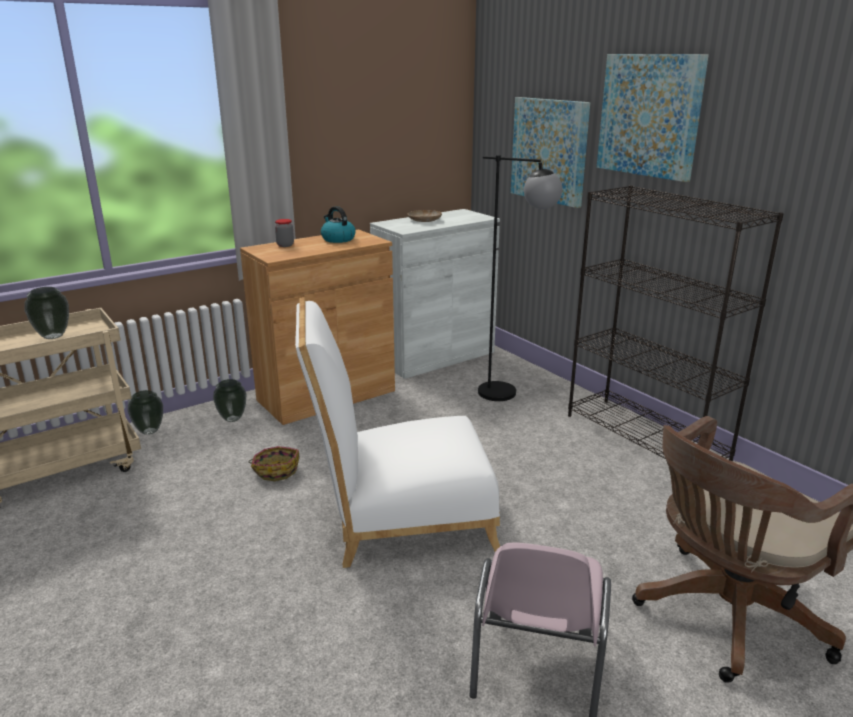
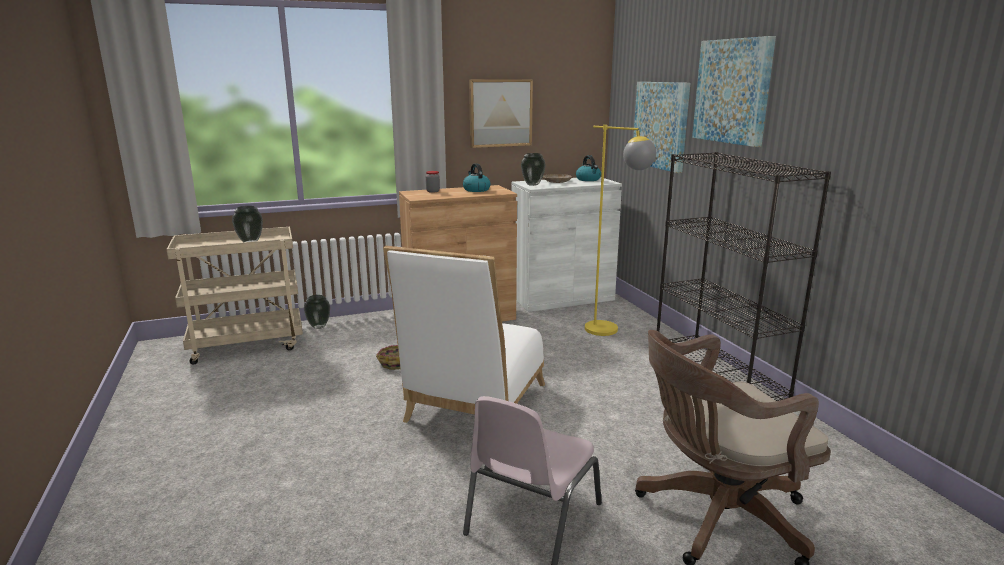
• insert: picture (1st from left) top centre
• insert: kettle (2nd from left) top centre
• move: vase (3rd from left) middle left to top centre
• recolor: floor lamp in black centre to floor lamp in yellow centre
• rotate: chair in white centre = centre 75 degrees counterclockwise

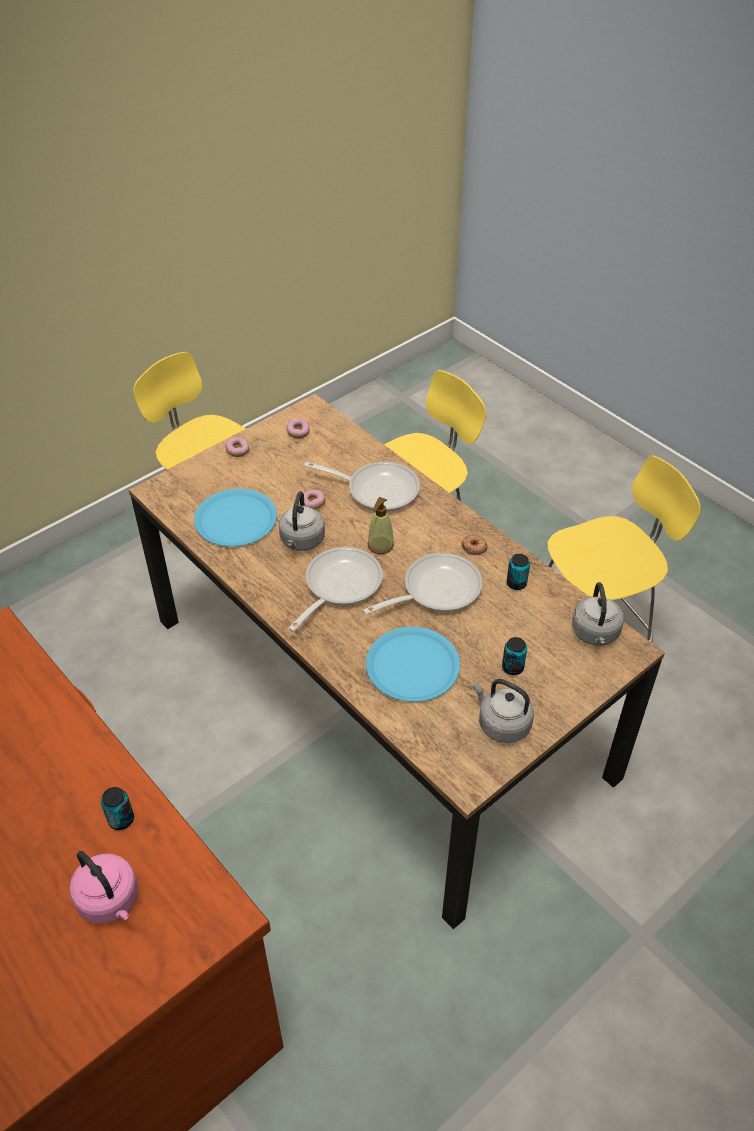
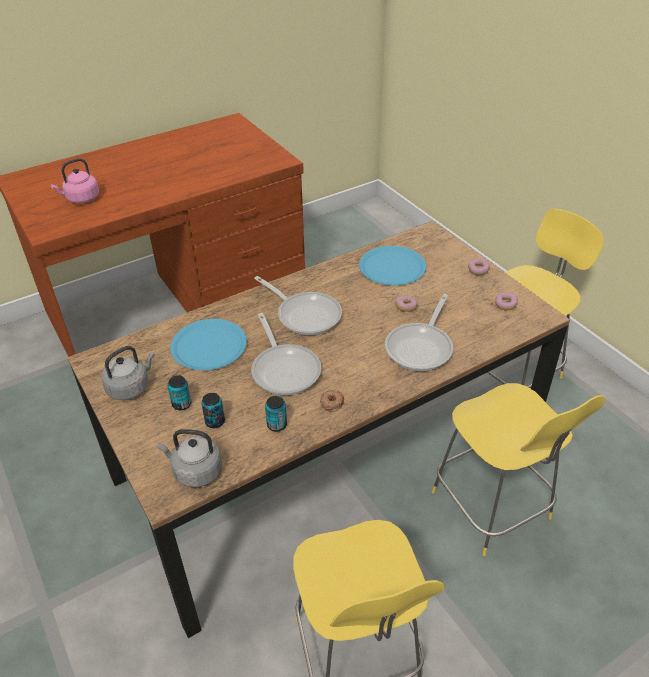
• delete: kettle in grey (1st from left) centre
• delete: soap dispenser centre
• move: can (1st from left in the first image) bottom left to can (2nd from left) middle left

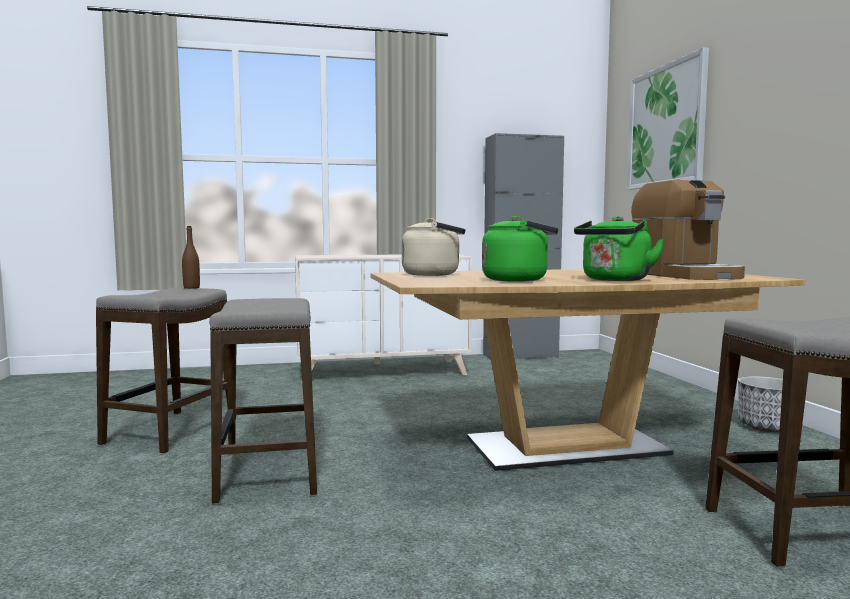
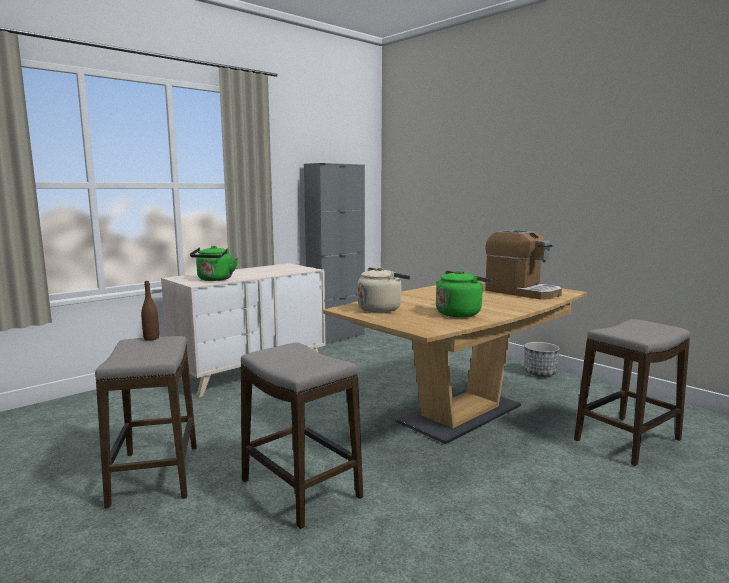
• delete: picture top right
• move: kettle in green (2nd from left in the first image) middle right to kettle in green (1st from left) middle left

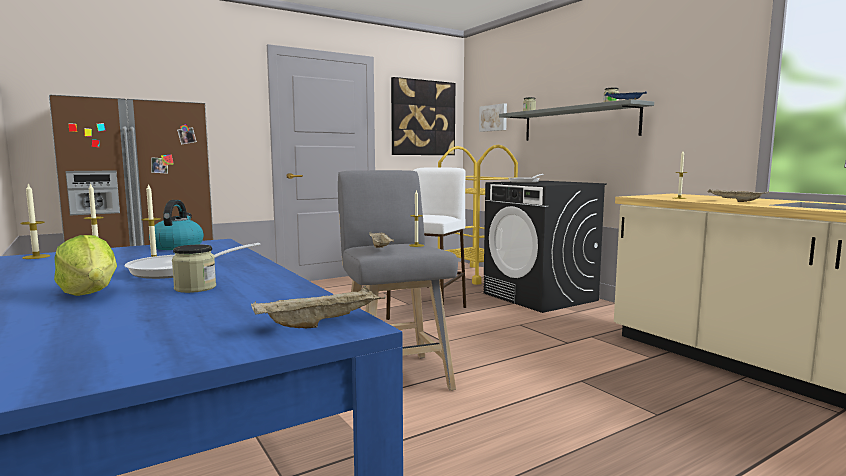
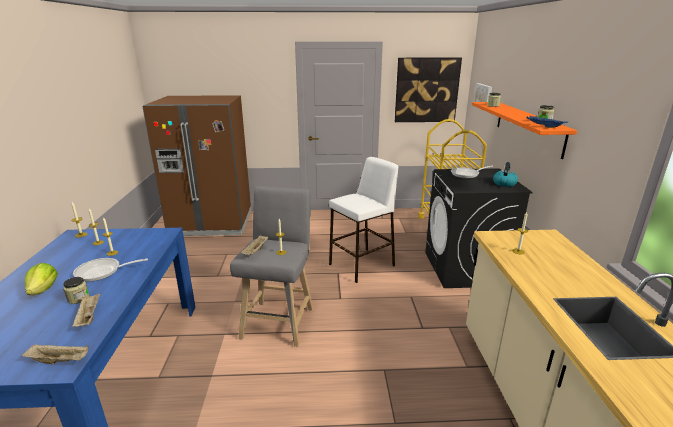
• move: kettle middle left to middle right
• move: tray in beige (3rd from left in the first image) middle right to tray in beige (2nd from left) bottom left
• recolor: shelf in grey top right to shelf in orange top right

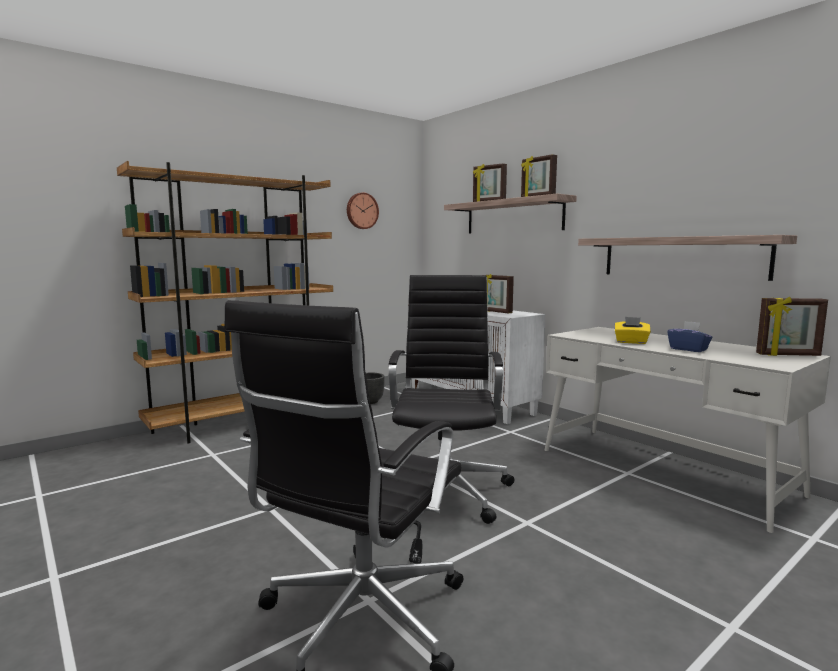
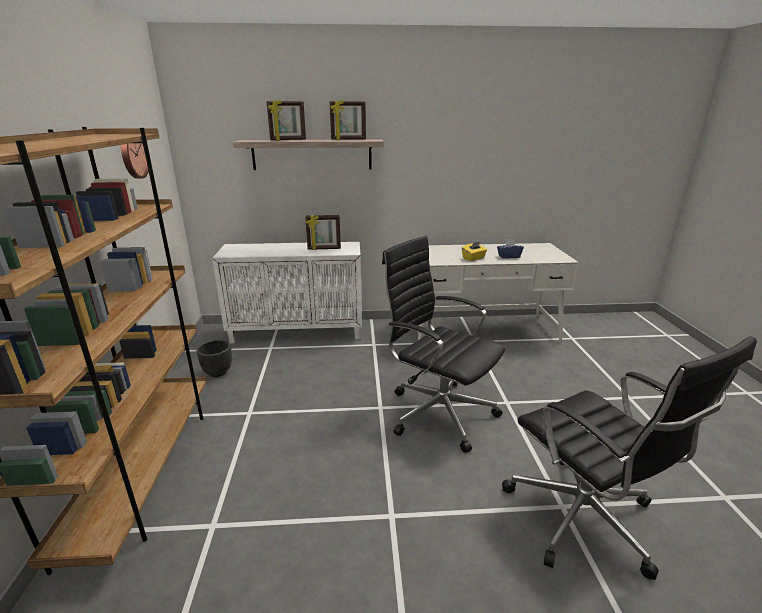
• delete: shelf (2nd from left) middle right
• delete: picture frame (4th from left) middle right

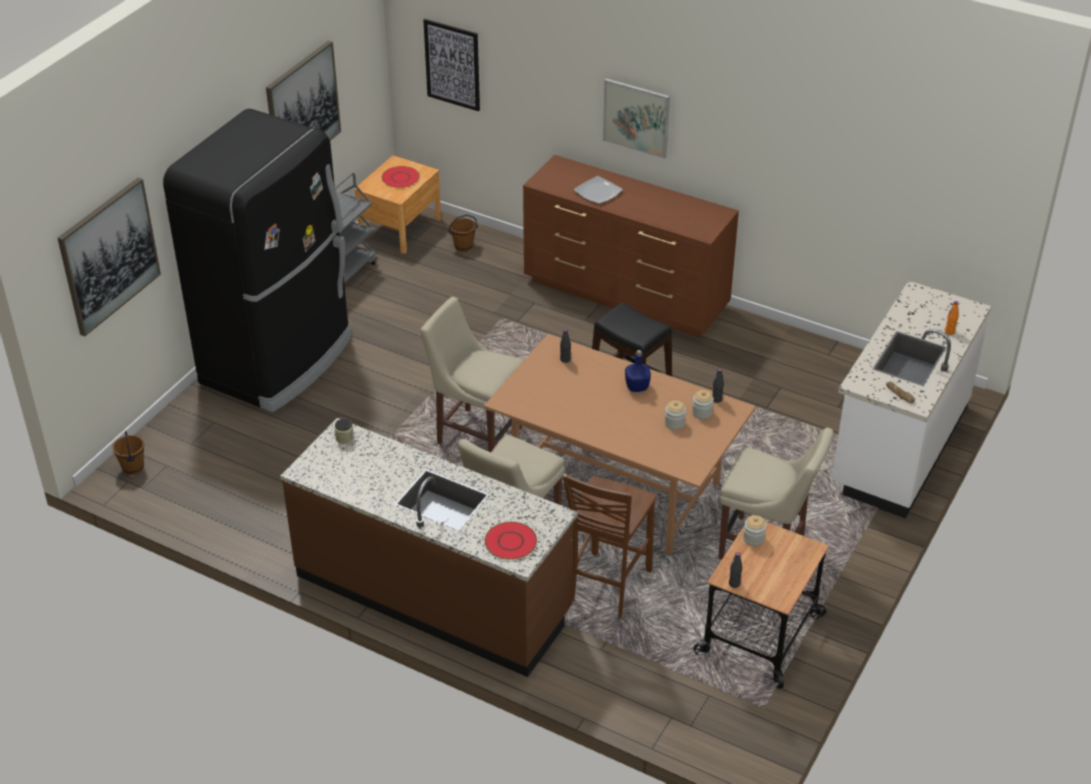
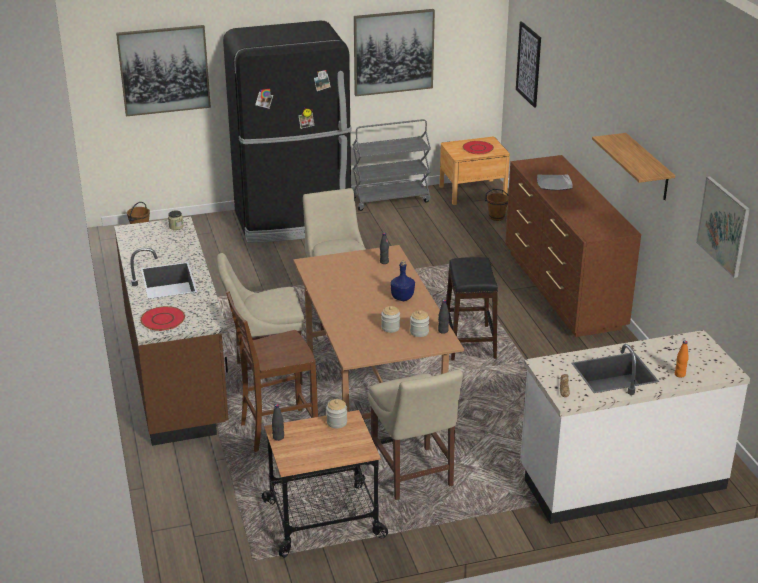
• insert: shelf top right
• move: picture (4th from left) top centre to middle right

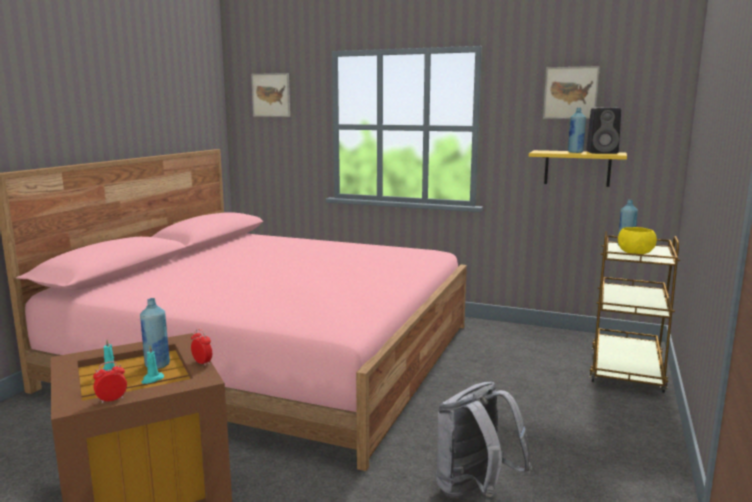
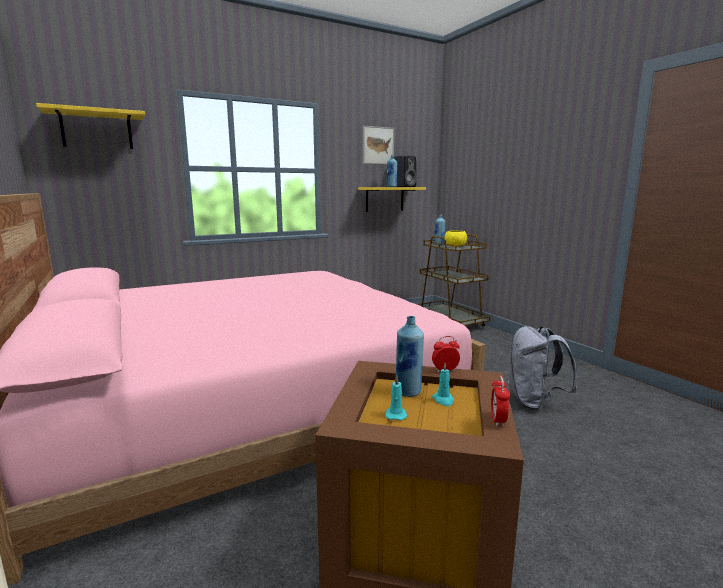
• replace: picture (1st from left) top centre to shelf in yellow (1st from left) top left

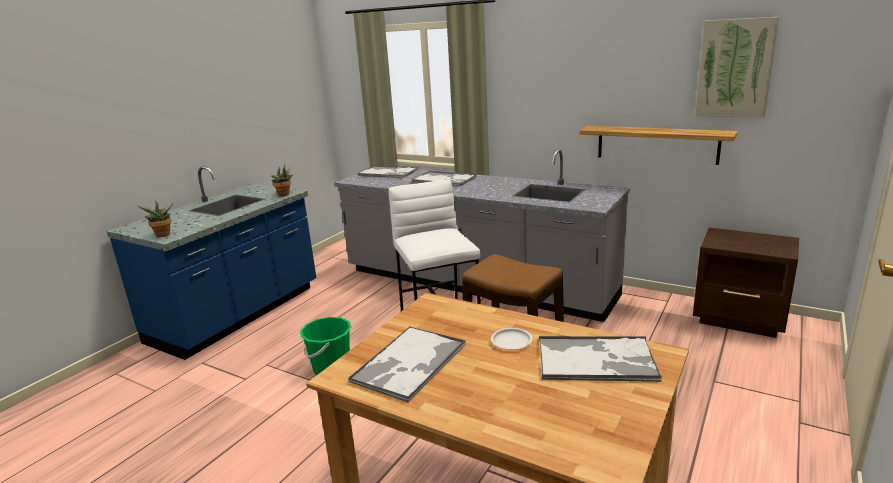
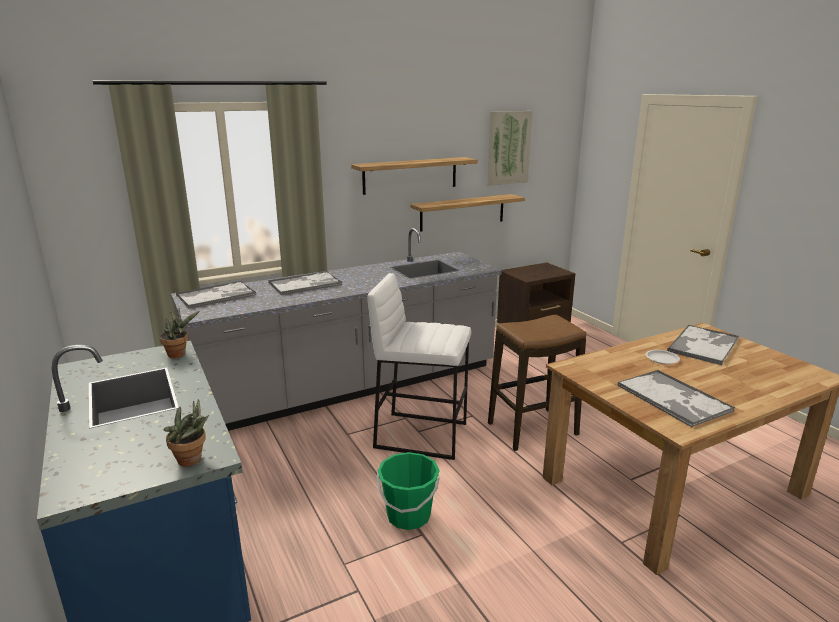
• insert: shelf (1st from left) top centre

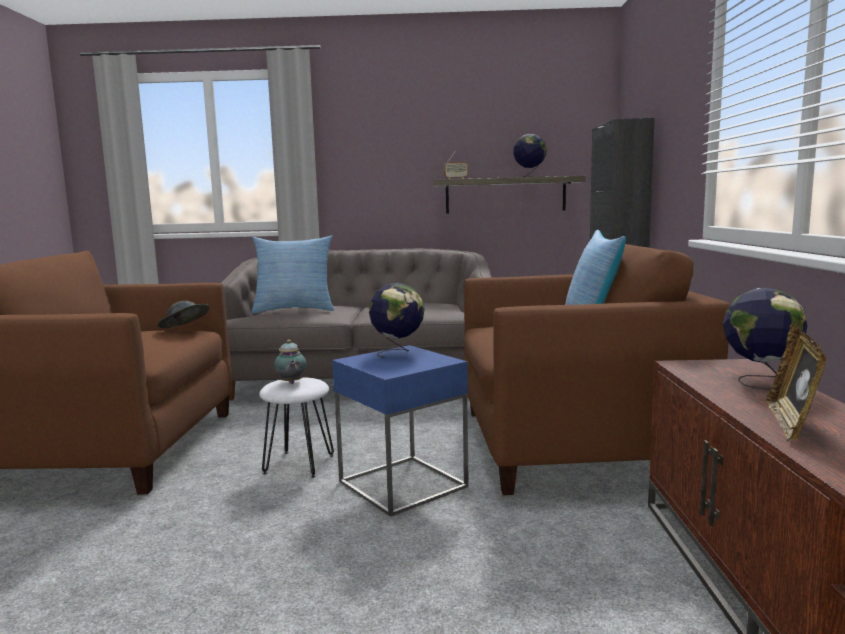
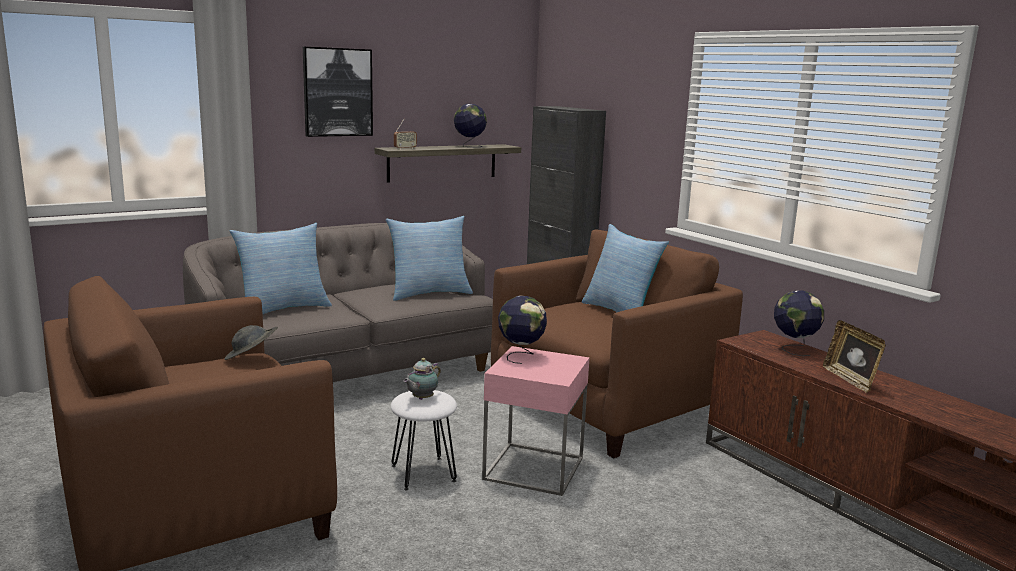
• insert: picture top left
• insert: pillow (2nd from left) centre
• recolor: side table in blue bottom centre to side table in pink bottom centre
• rotate: teapot centre = centre 90 degrees clockwise

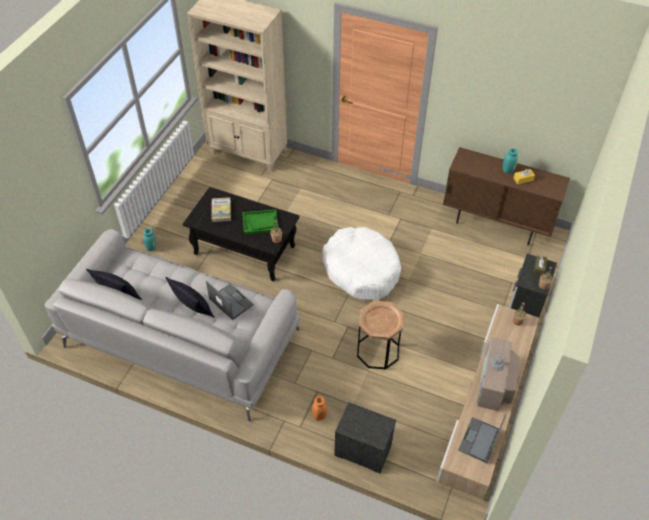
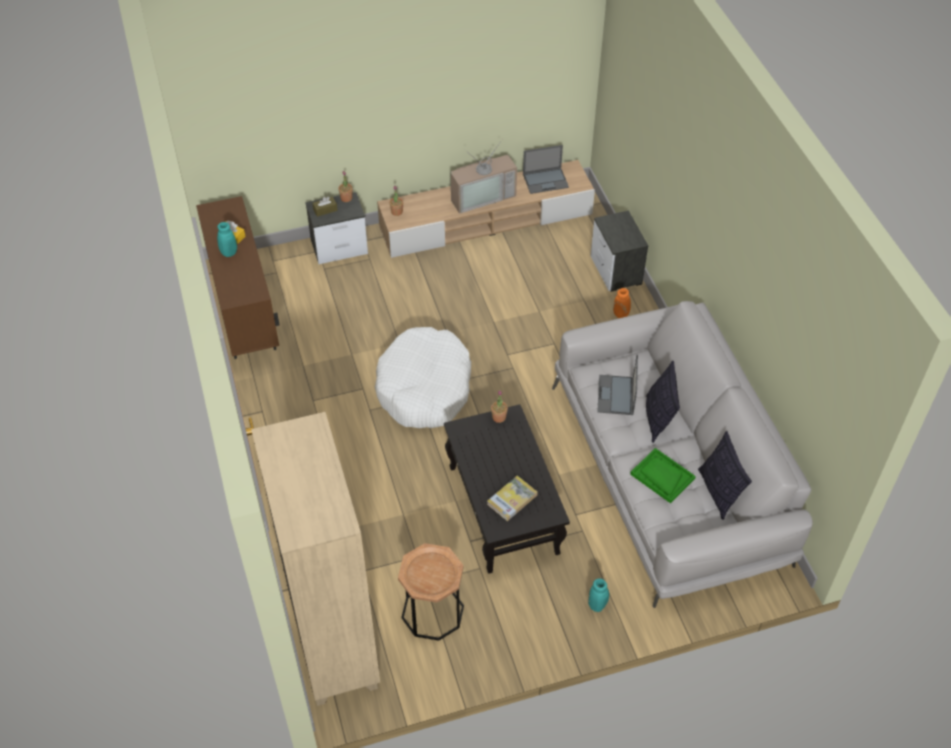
• move: tray in green centre to middle right
• move: side table in brown centre to bottom centre

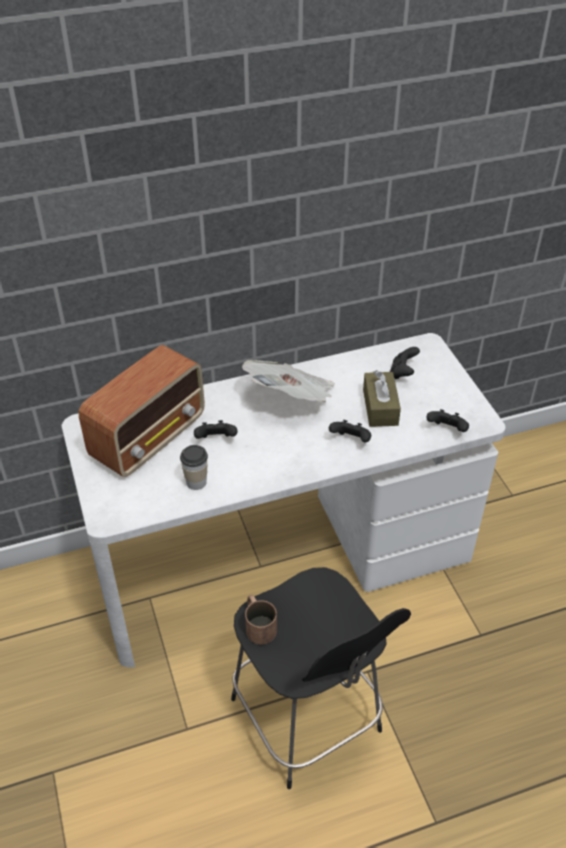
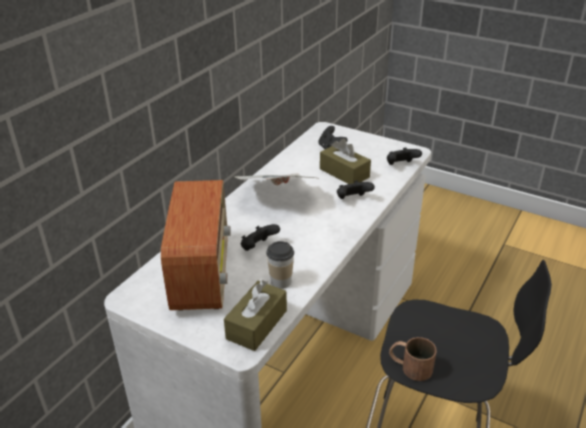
• insert: tissue box in brown (1st from left) bottom centre

